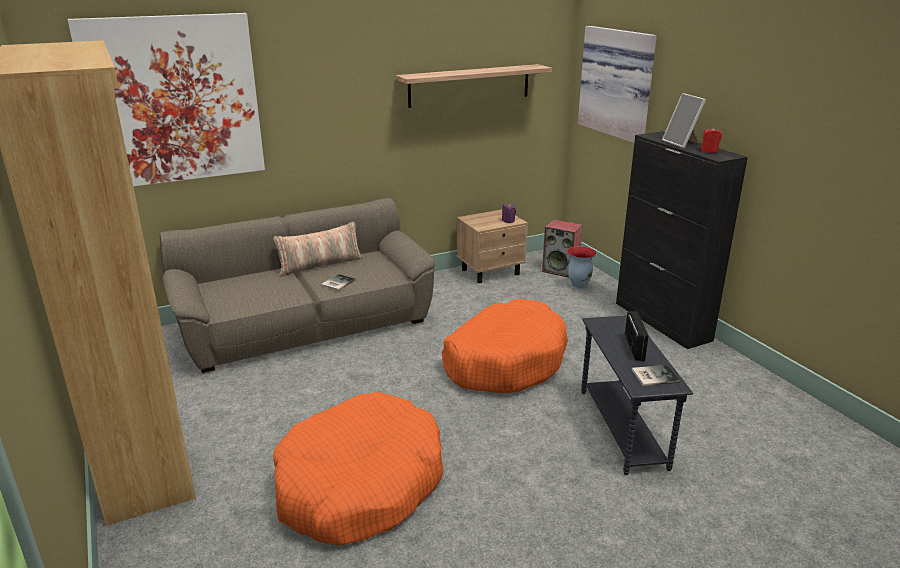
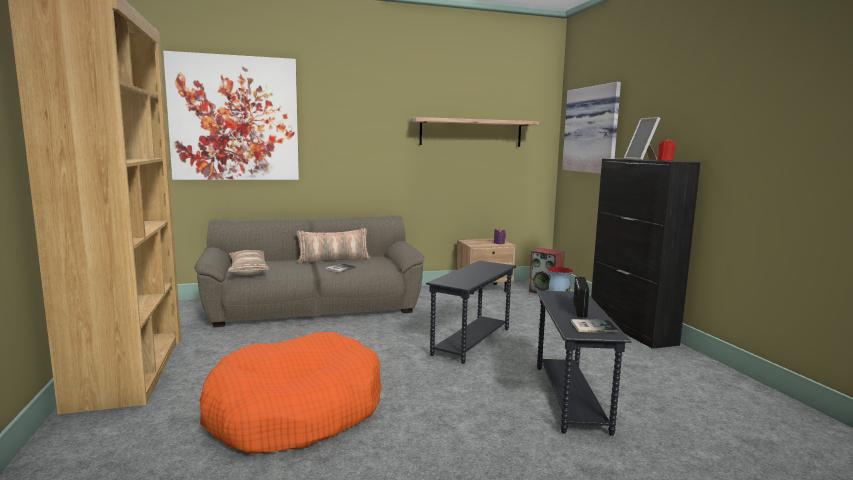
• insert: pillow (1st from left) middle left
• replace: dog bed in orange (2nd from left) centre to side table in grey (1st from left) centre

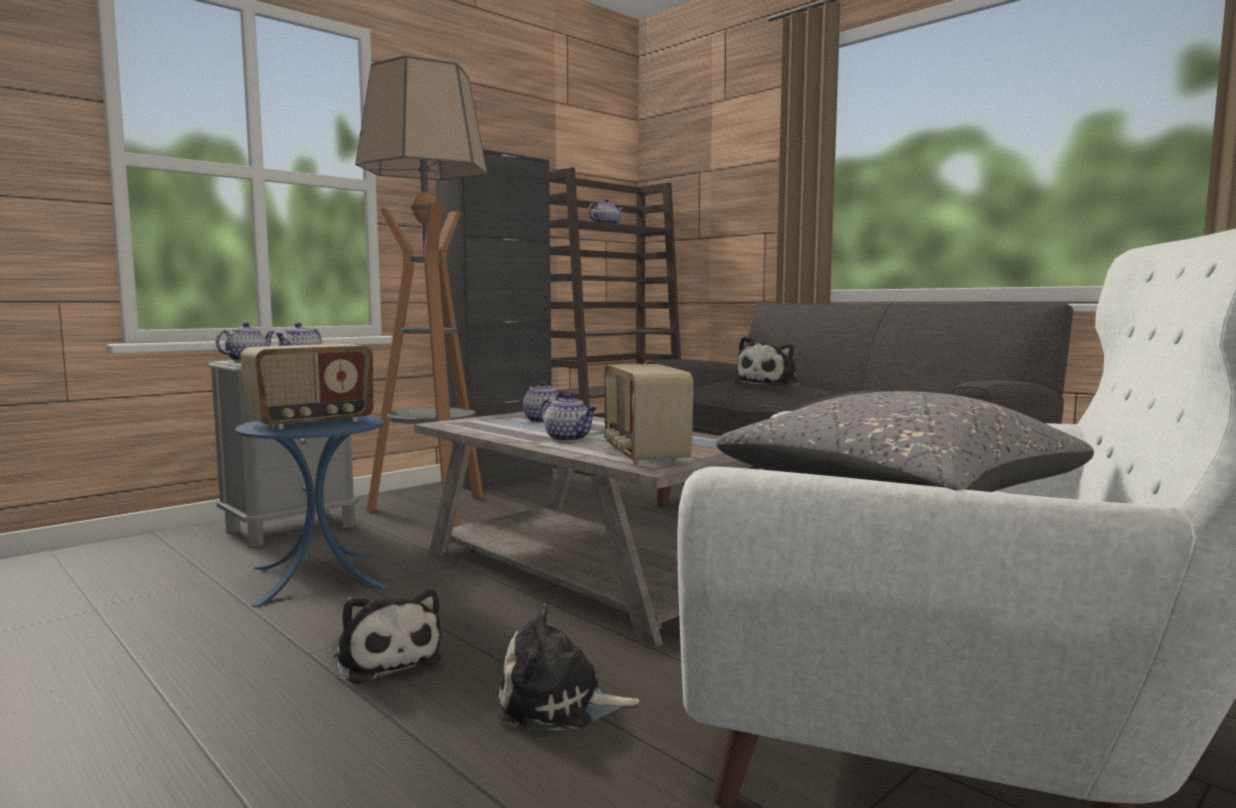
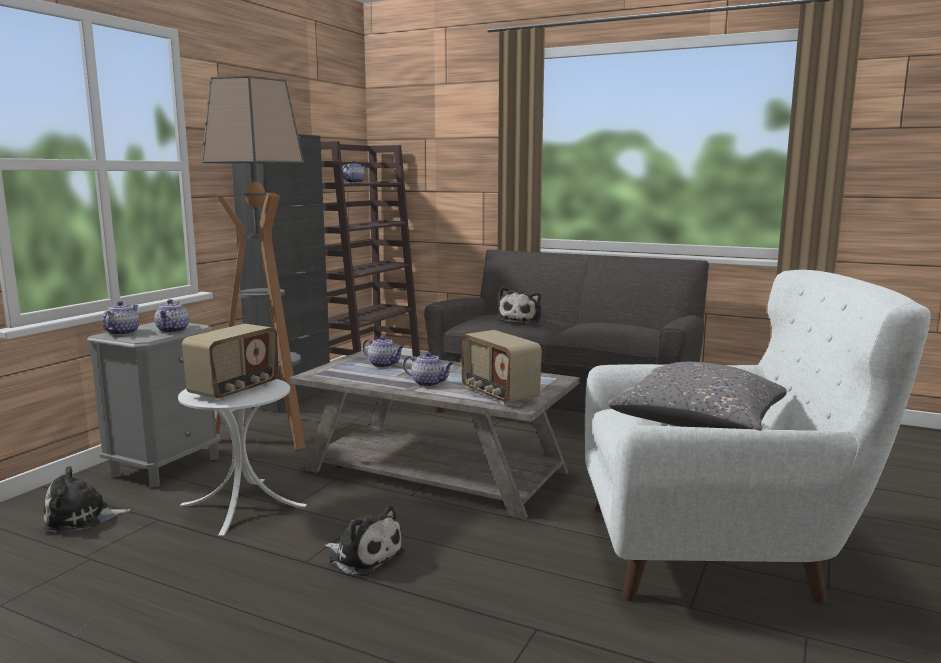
• move: plush toy (2nd from left in the first image) bottom centre to plush toy (1st from left) bottom left
• recolor: side table in blue middle left to side table in white bottom left

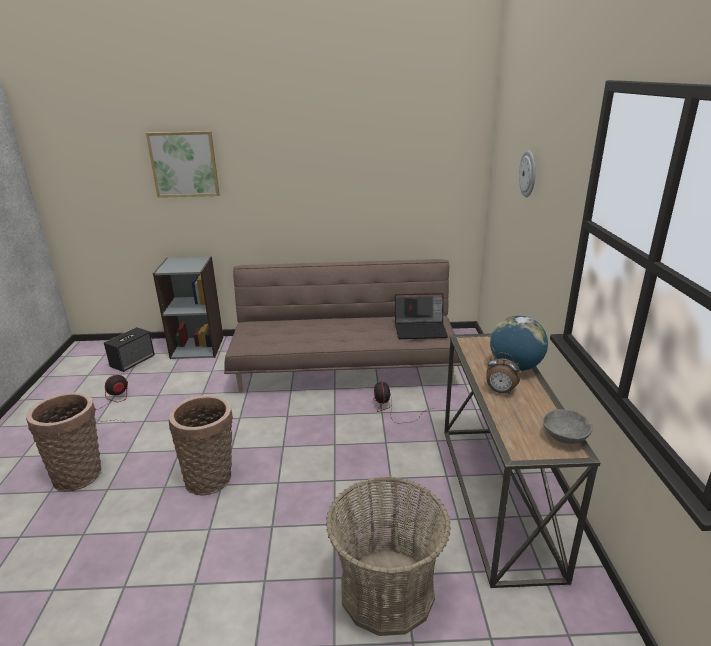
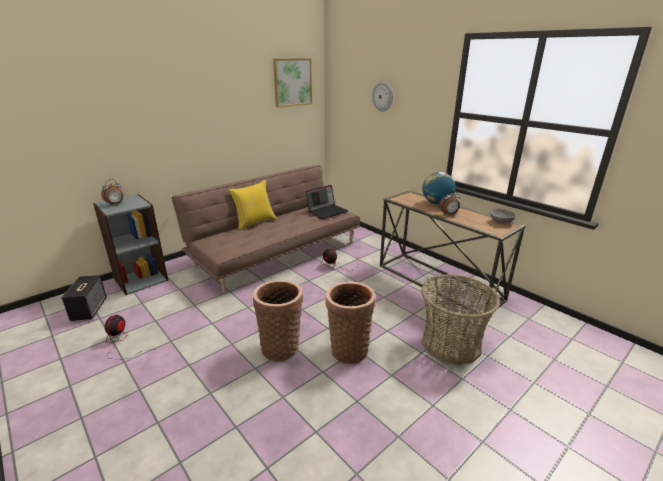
• insert: alarm clock (1st from left) middle left
• insert: pillow in yellow centre
• move: basket (1st from left in the first image) bottom left to basket (2nd from left) bottom centre
• move: picture top left to top centre

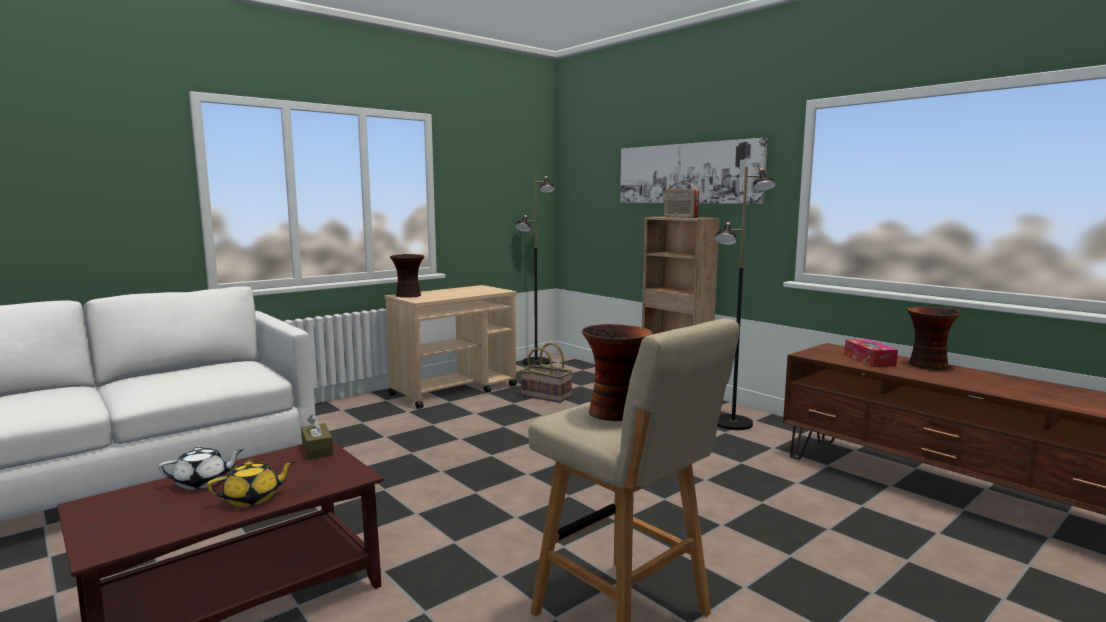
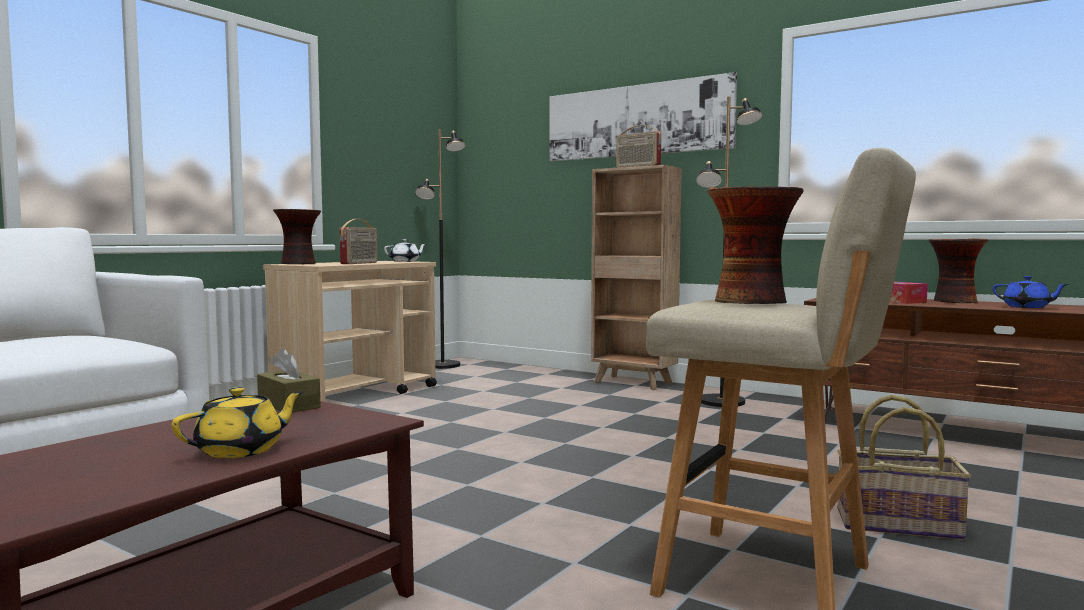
• insert: radio (1st from left) middle left
• insert: teapot in blue middle right
• move: teapot in white bottom left to centre
• move: basket centre to bottom right

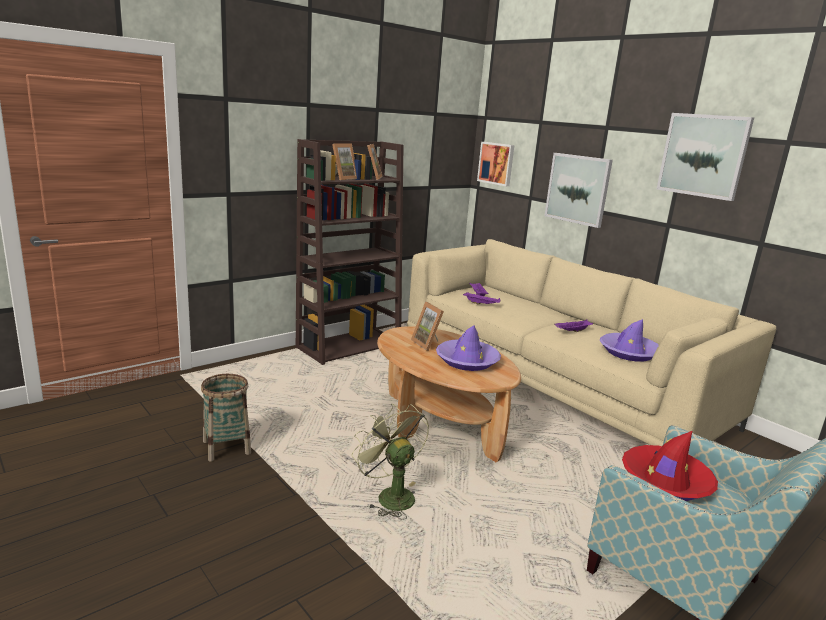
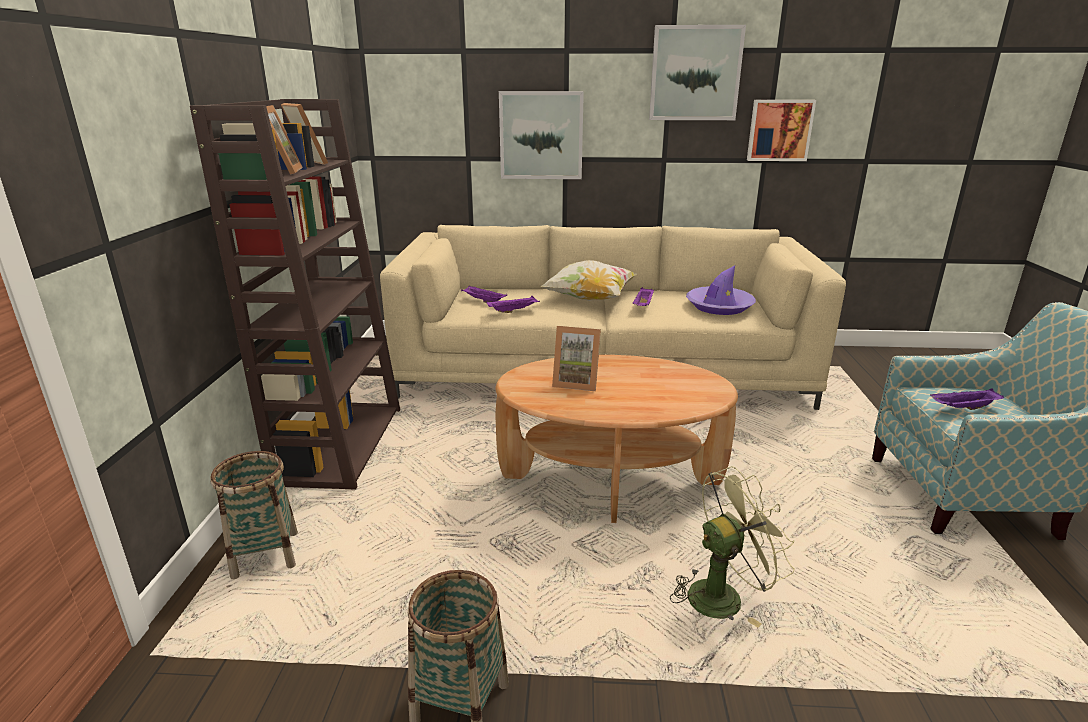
• delete: hat in purple (1st from left) centre
• insert: basket (1st from left) bottom left
• insert: pillow centre
• move: picture (1st from left in the first image) top centre to picture (3rd from left) top right
• replace: hat in red bottom right to tray in purple (4th from left) middle right
• rotate: fan in green bottom centre = bottom right 150 degrees clockwise

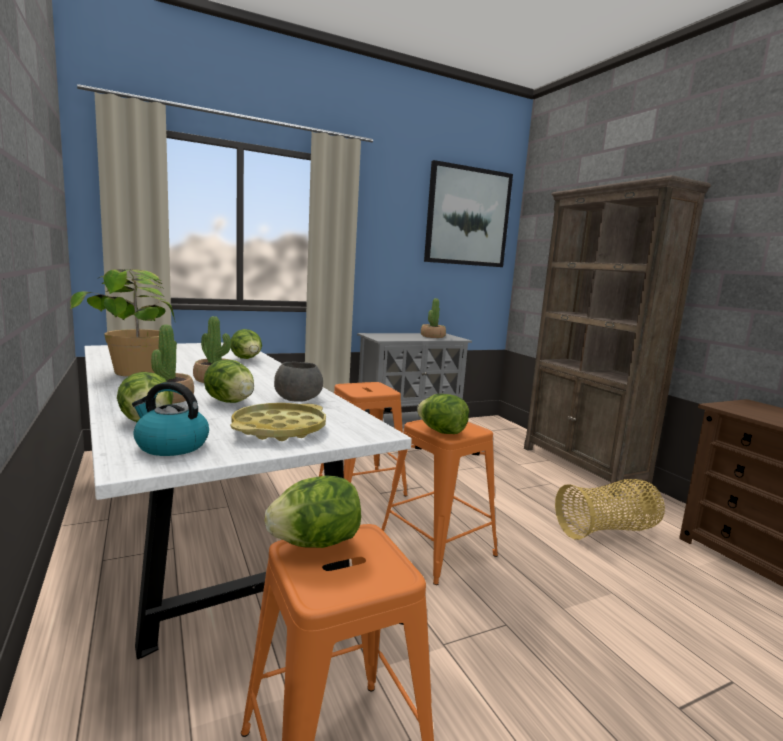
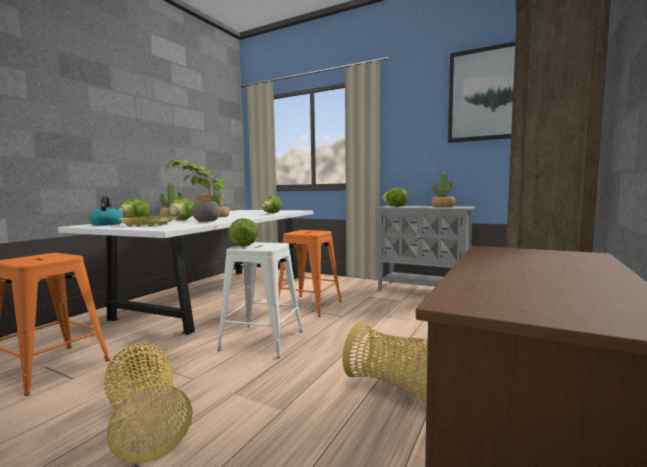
• insert: basket (1st from left) bottom left
• move: lettuce (4th from left in the first image) bottom centre to lettuce (5th from left) centre
• recolor: stool in orange (3rd from left) bottom centre to stool in white centre

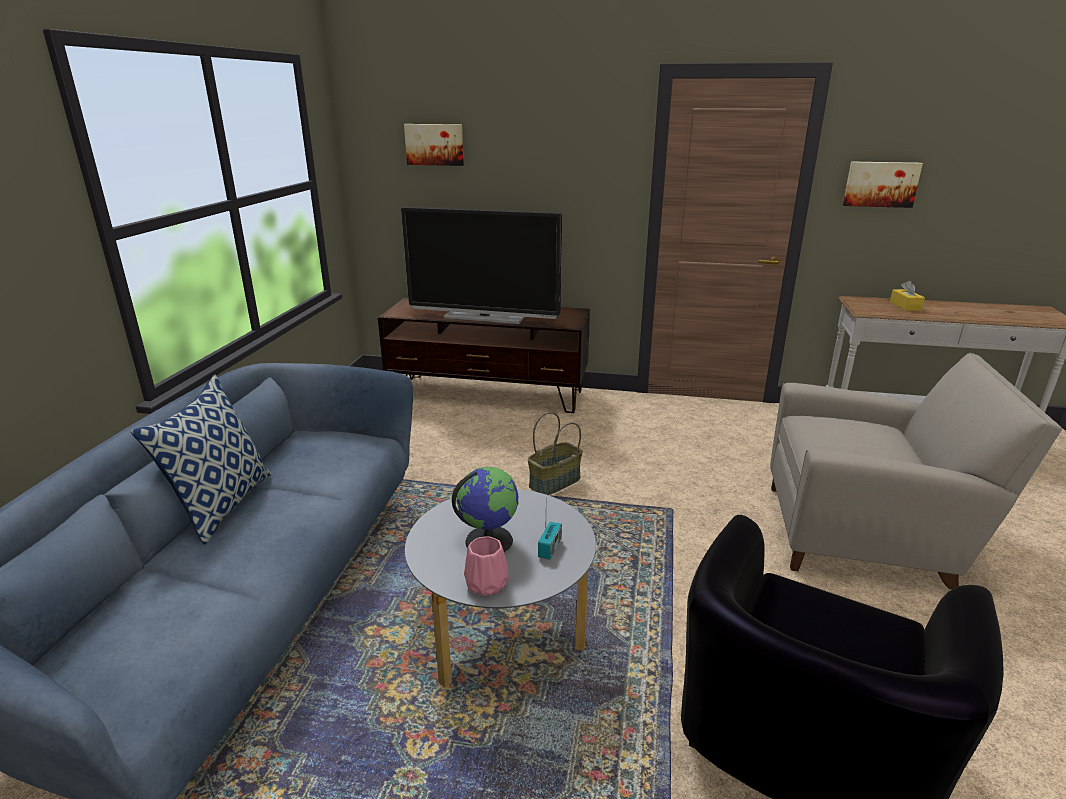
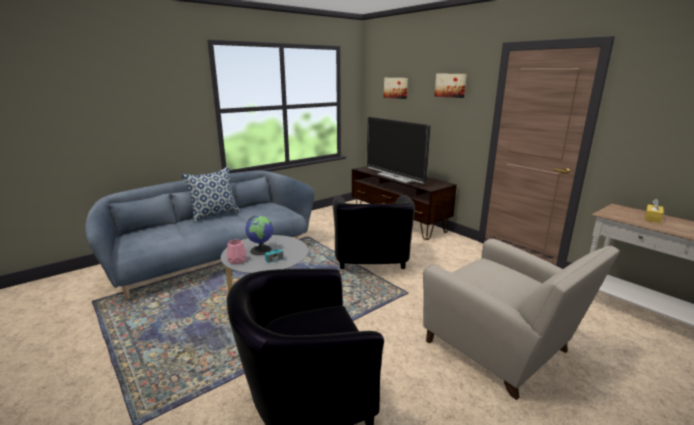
• move: picture (2nd from left) top right to top centre
• replace: basket centre to armchair in black (2nd from left) centre

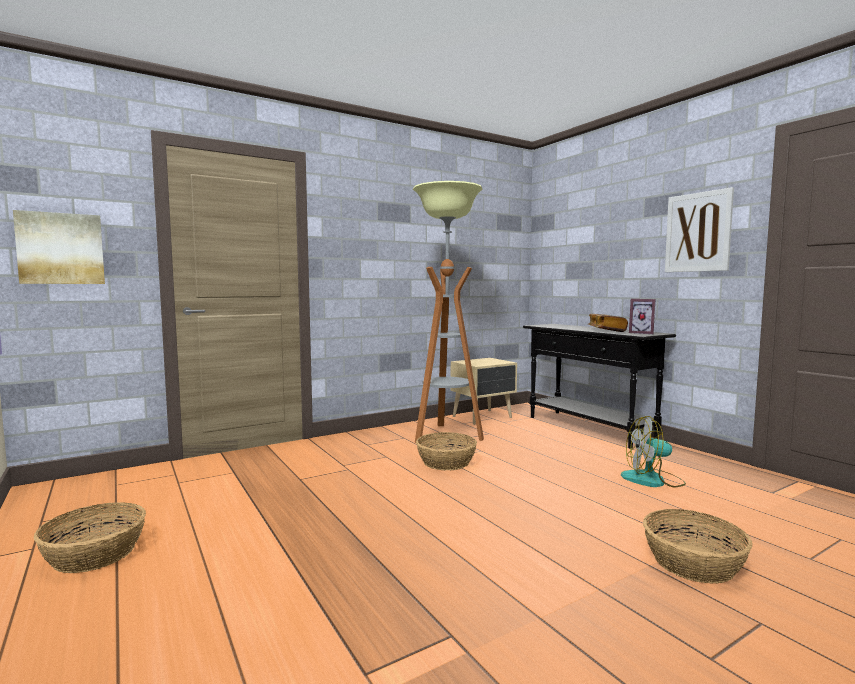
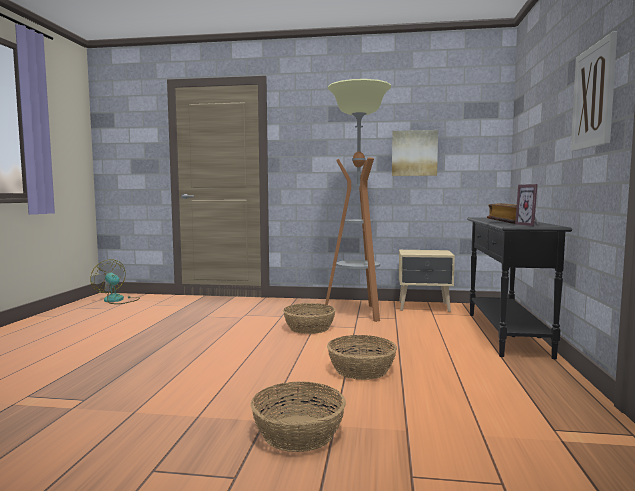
• move: picture (1st from left) middle left to top centre
• move: basket (1st from left in the first image) bottom left to basket (3rd from left) bottom centre
• move: fan middle right to middle left

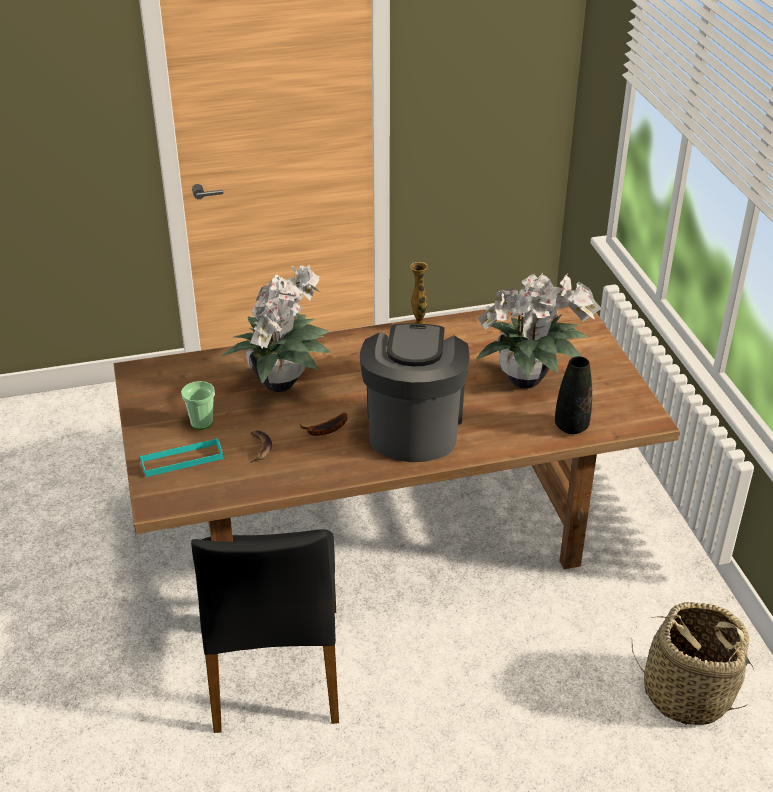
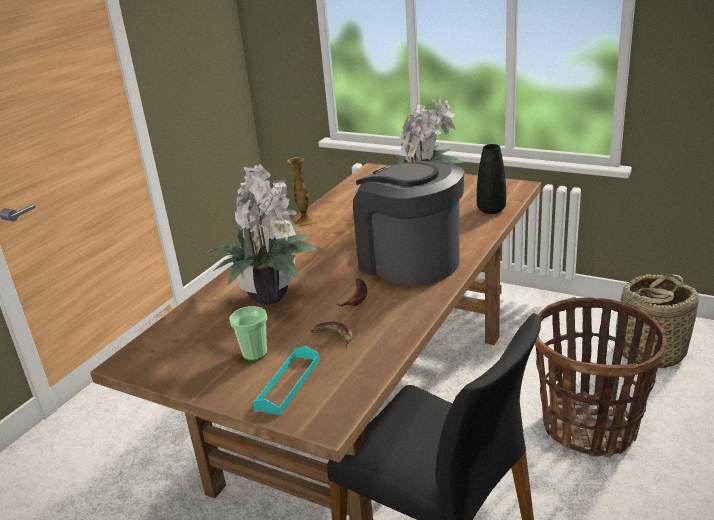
• insert: basket (1st from left) bottom right

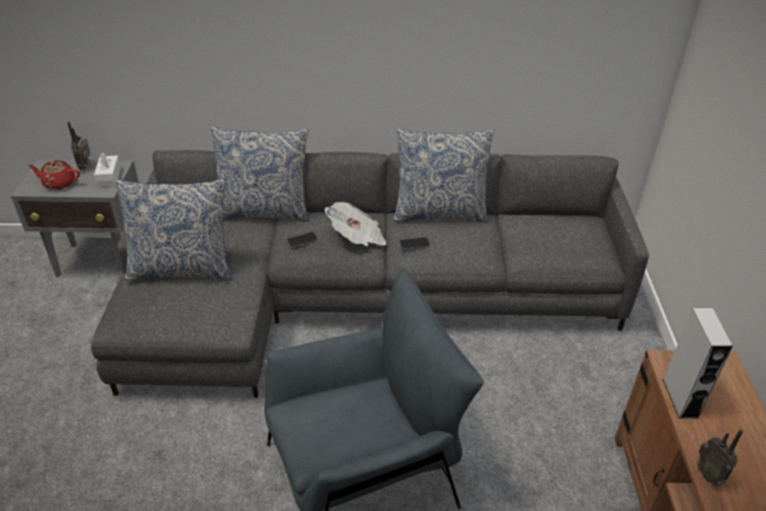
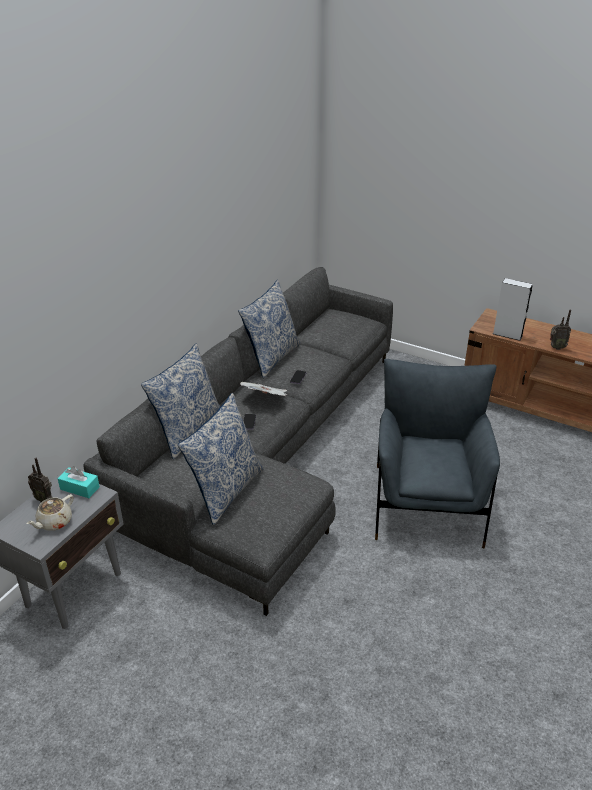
• recolor: teapot in red middle left to teapot in beige middle left
• recolor: tissue box in white top left to tissue box in turquoise middle left

